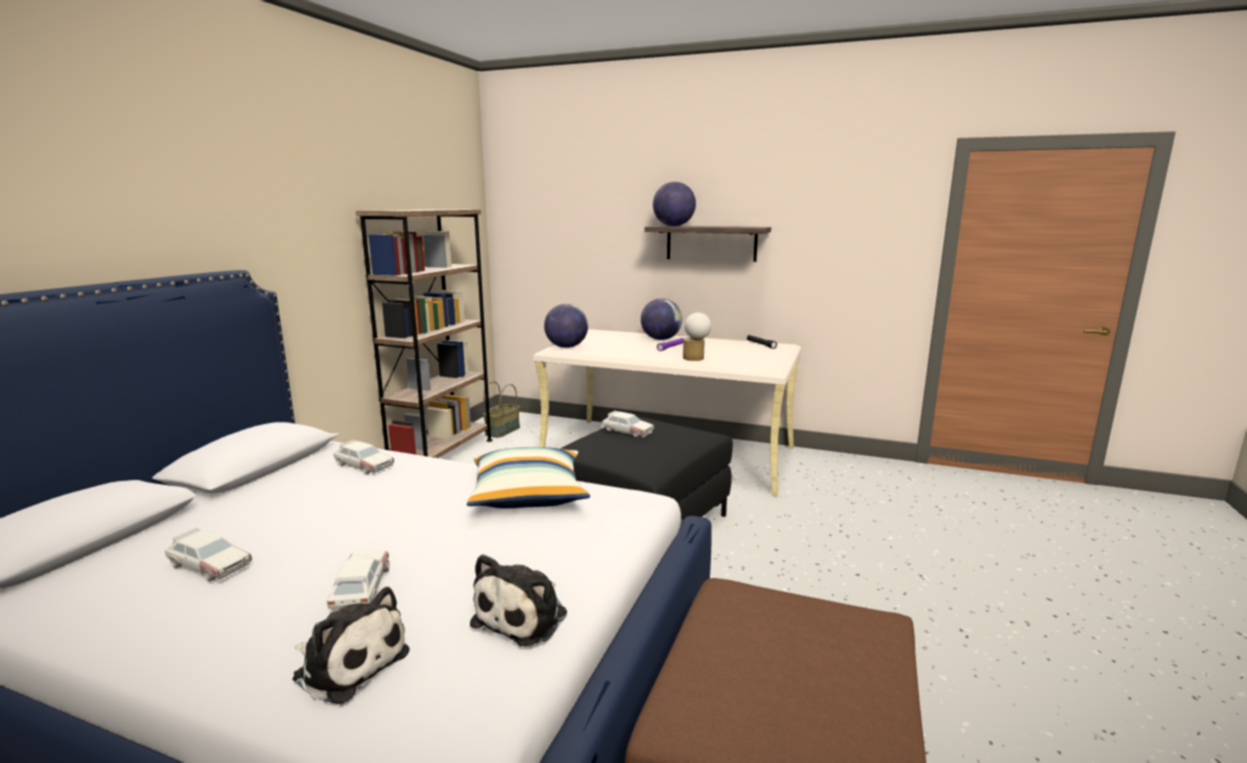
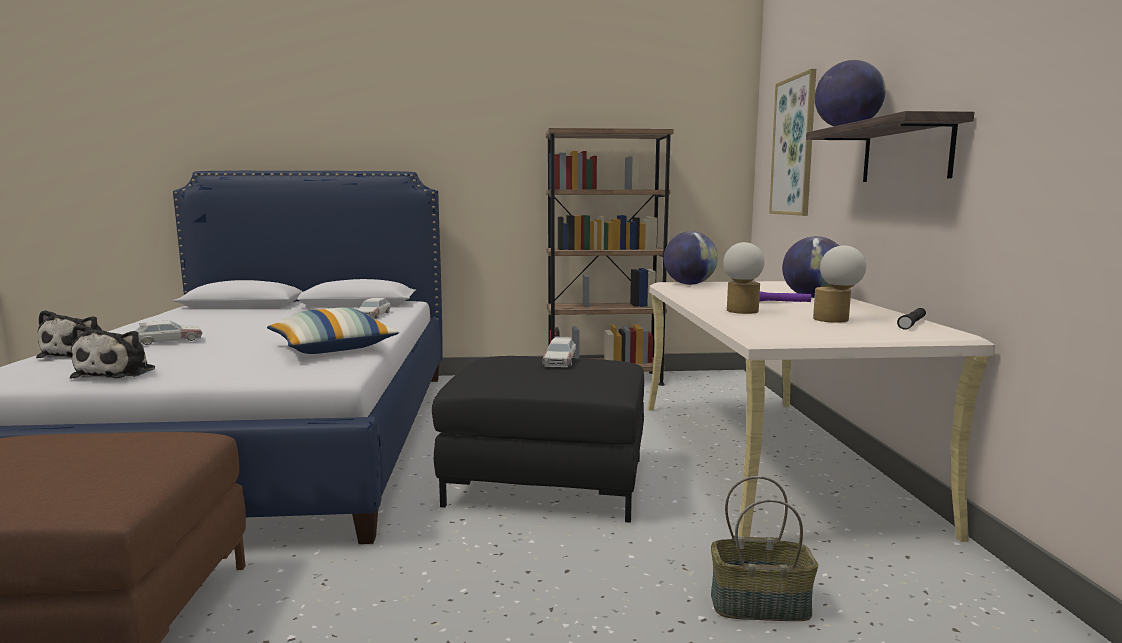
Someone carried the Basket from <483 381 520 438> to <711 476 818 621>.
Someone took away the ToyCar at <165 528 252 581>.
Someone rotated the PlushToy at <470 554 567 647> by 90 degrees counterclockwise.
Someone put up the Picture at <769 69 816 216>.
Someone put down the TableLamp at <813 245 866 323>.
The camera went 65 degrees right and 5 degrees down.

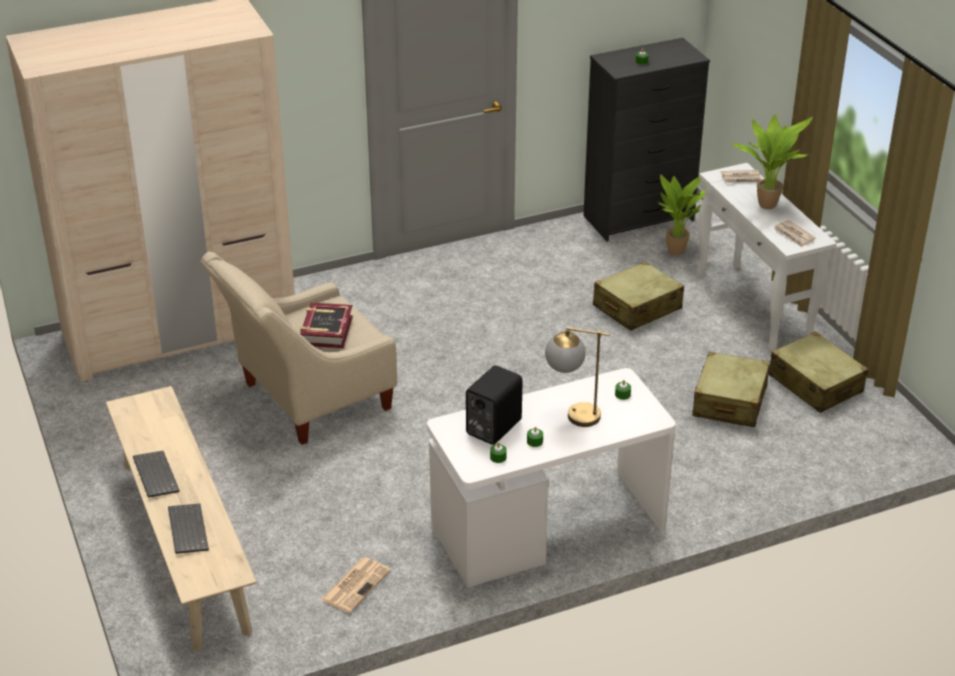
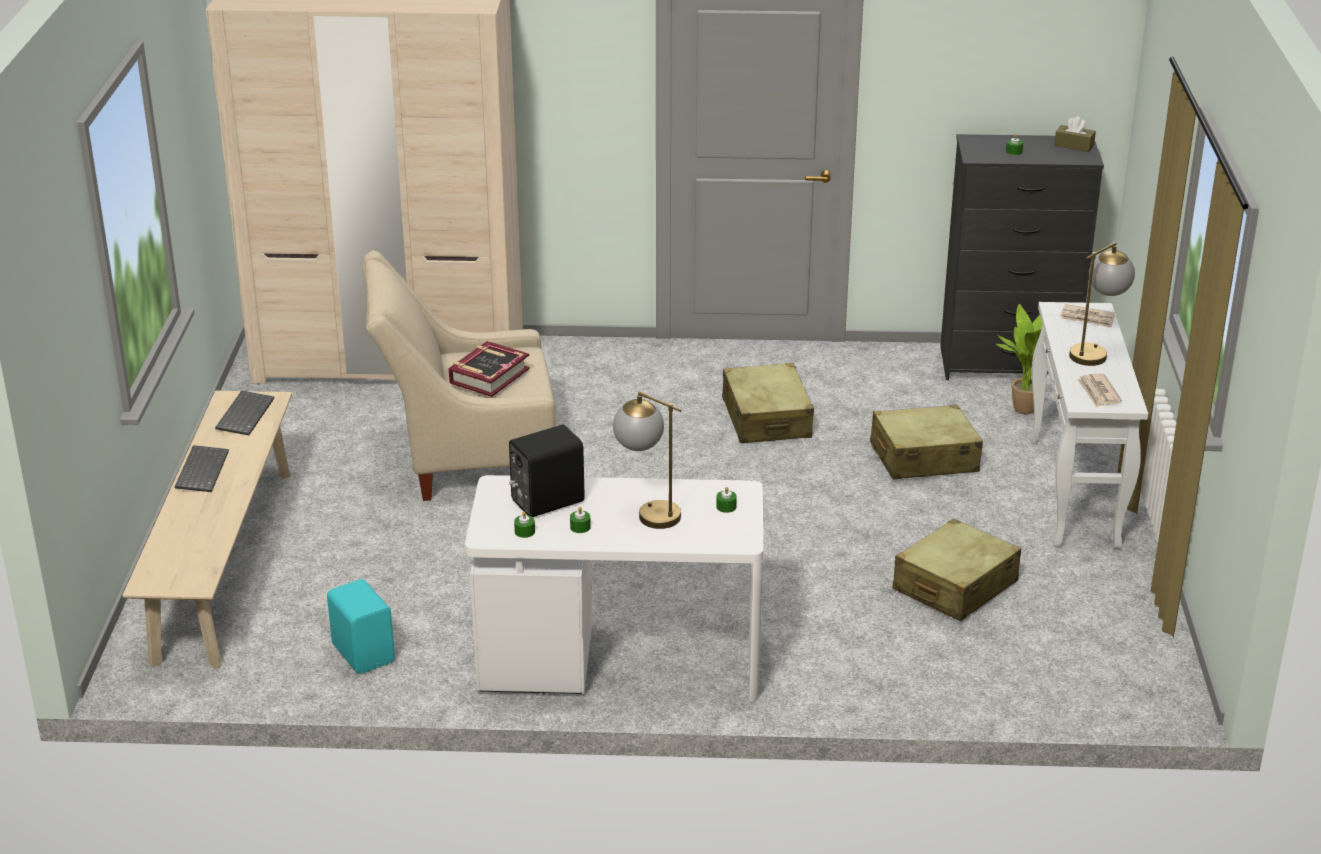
Someone swapped the PottedPlant at <731 114 813 209> for the TableLamp at <1069 242 1135 366>.
Someone carried the BeigeSuitcase from <769 332 868 413> to <722 363 814 443>.
Someone carried the Keyboard from <168 503 209 554> to <215 390 274 435>.
Someone swapped the Newspaper at <321 557 391 613> for the TurquoiseSpeaker at <327 579 395 674>.
Someone put down the BrownTissueBox at <1054 116 1096 152>.
The camera went 25 degrees right and 5 degrees down.

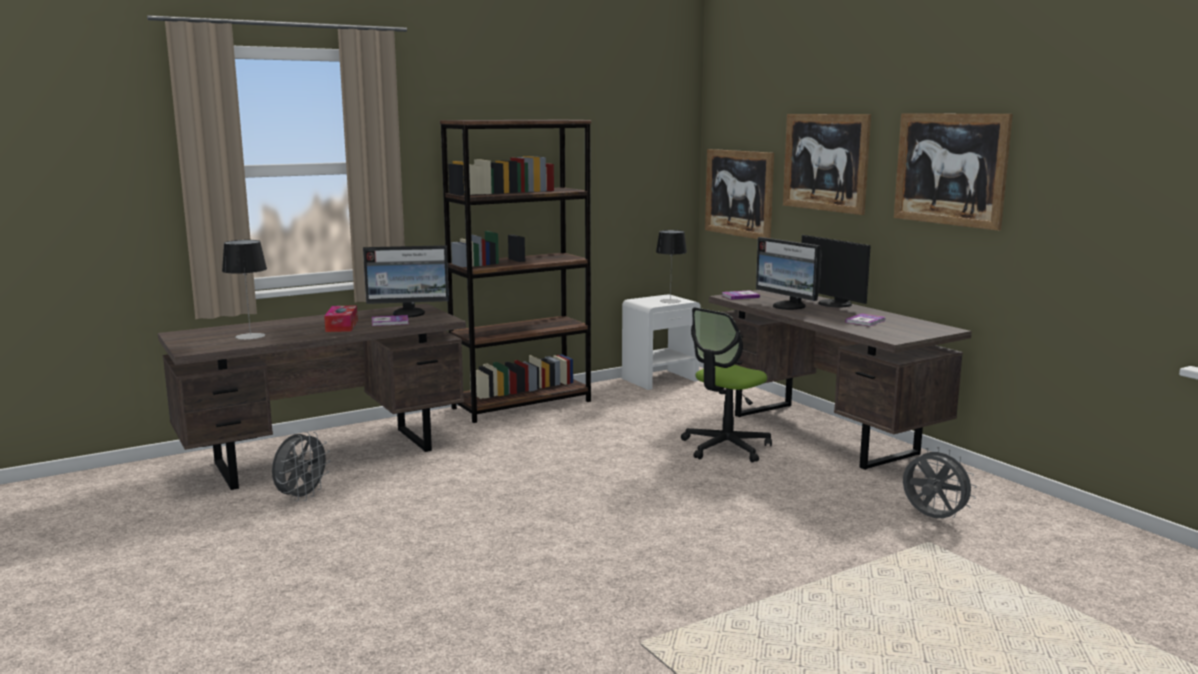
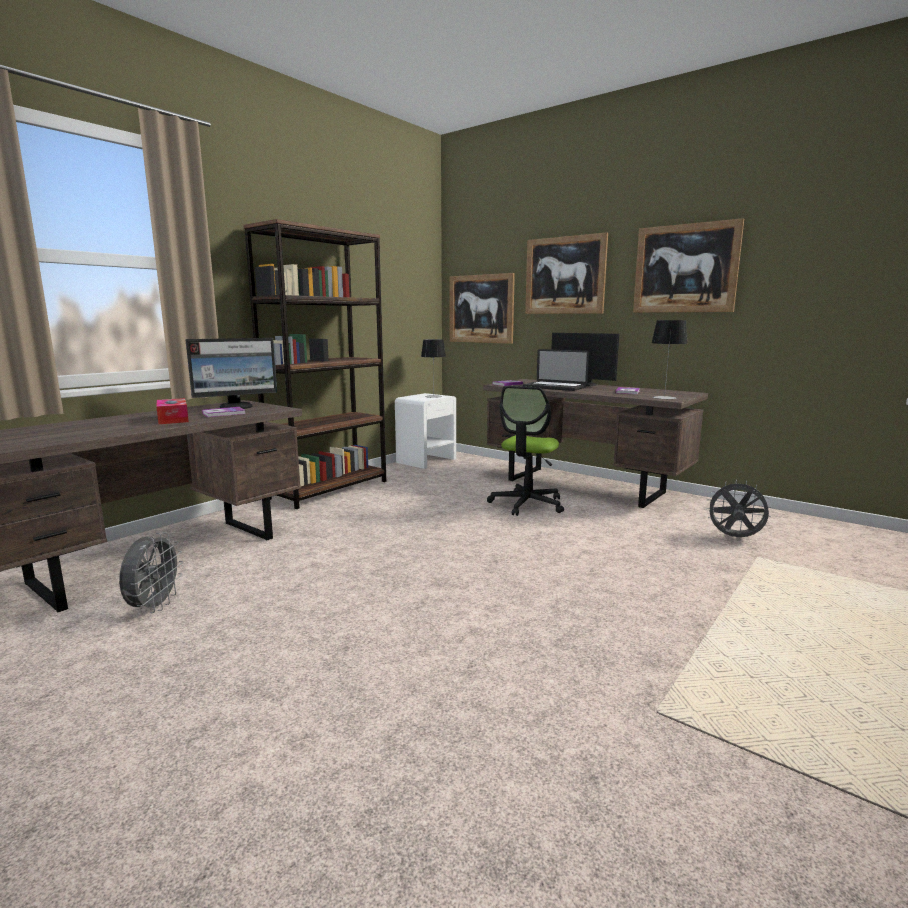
Someone swapped the Monitor at <756 237 822 310> for the Laptop at <523 349 589 391>.
Someone carried the TableLamp from <222 240 267 340> to <652 320 688 400>.
The camera went 20 degrees left and 0 degrees up.

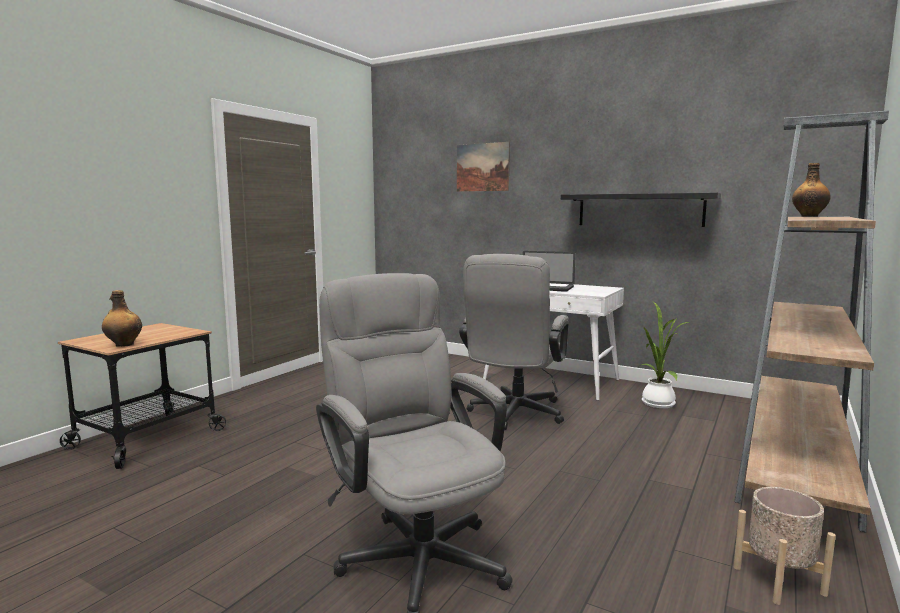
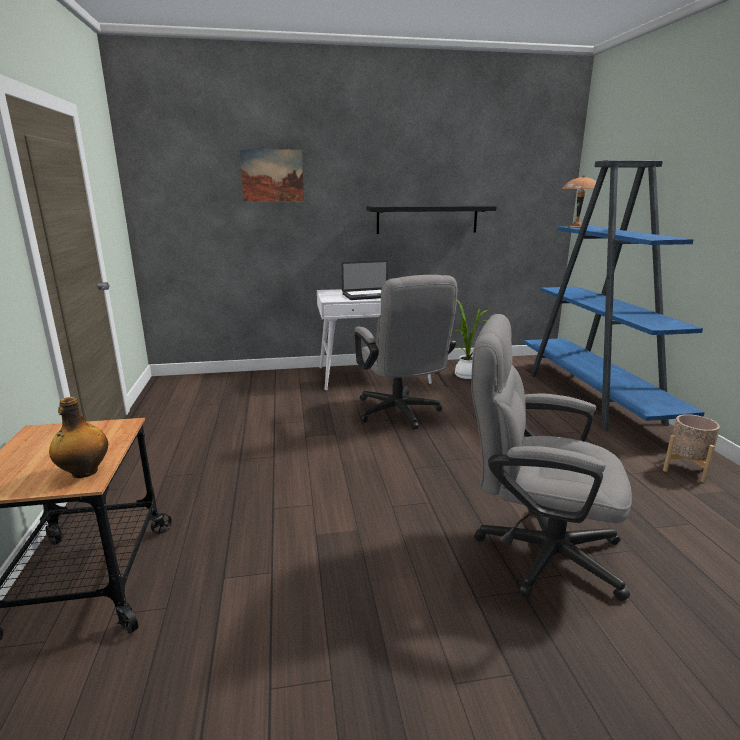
Someone repainted the BrownBookcase at <734 111 889 532>, which became the BlueBookcase at <524 160 705 431>.
Someone swapped the Bottle at <792 163 831 217> for the BrownTableLamp at <562 175 602 228>.
The camera went 40 degrees left and 10 degrees up.

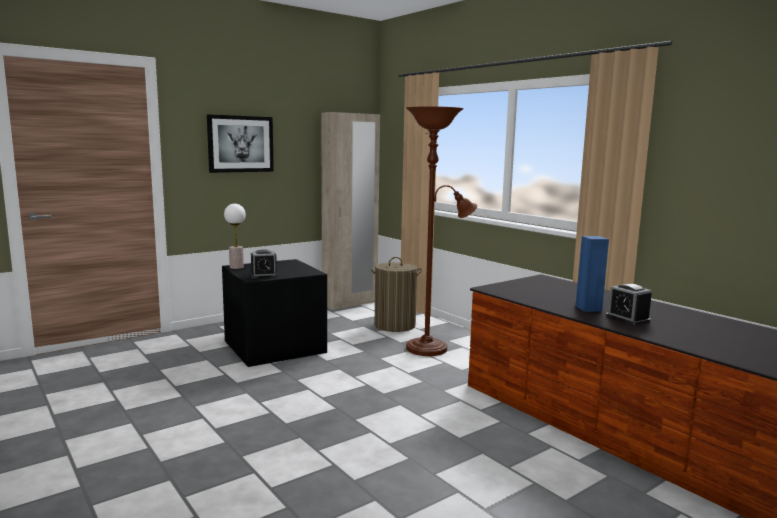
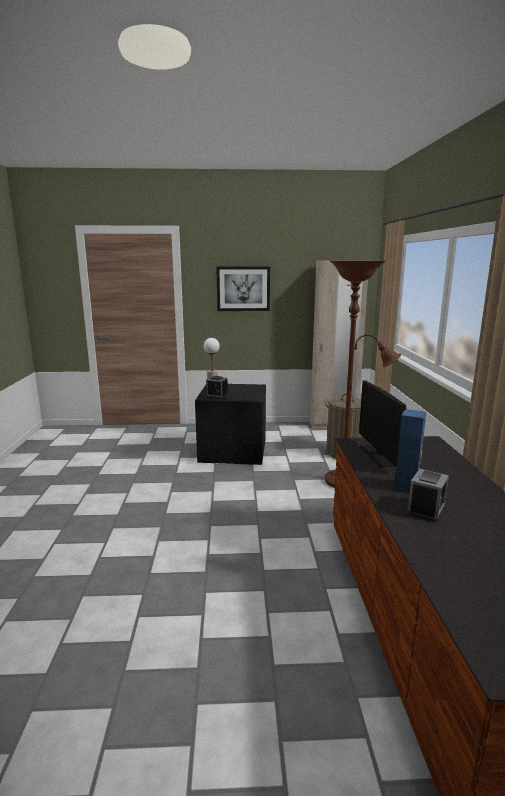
Someone rotated the AlarmClock at <606 284 652 325> by 150 degrees counterclockwise.
Someone put down the Monitor at <359 381 406 467>.
The camera went 35 degrees right and 5 degrees up.

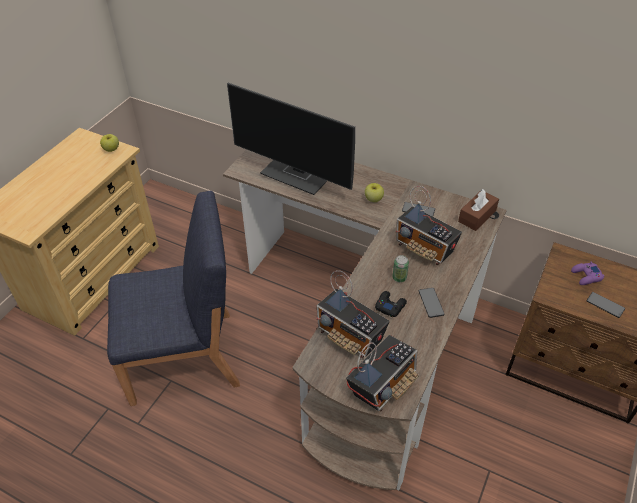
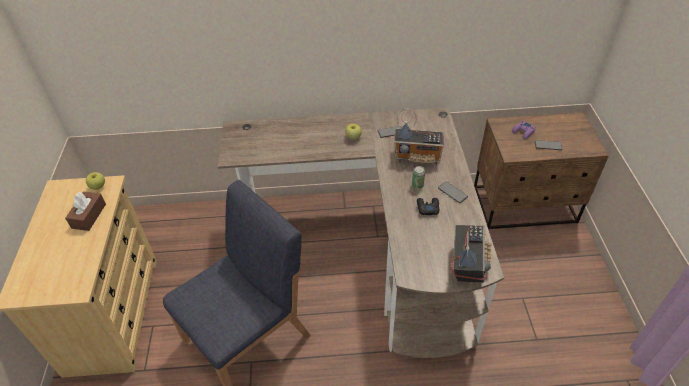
Someone took away the Monitor at <227 83 355 195>.
Someone carried the BrownTissueBox from <458 189 499 231> to <65 192 106 231>.
Someone took away the Radio at <316 270 390 358>.
The camera went 30 degrees left and 0 degrees up.

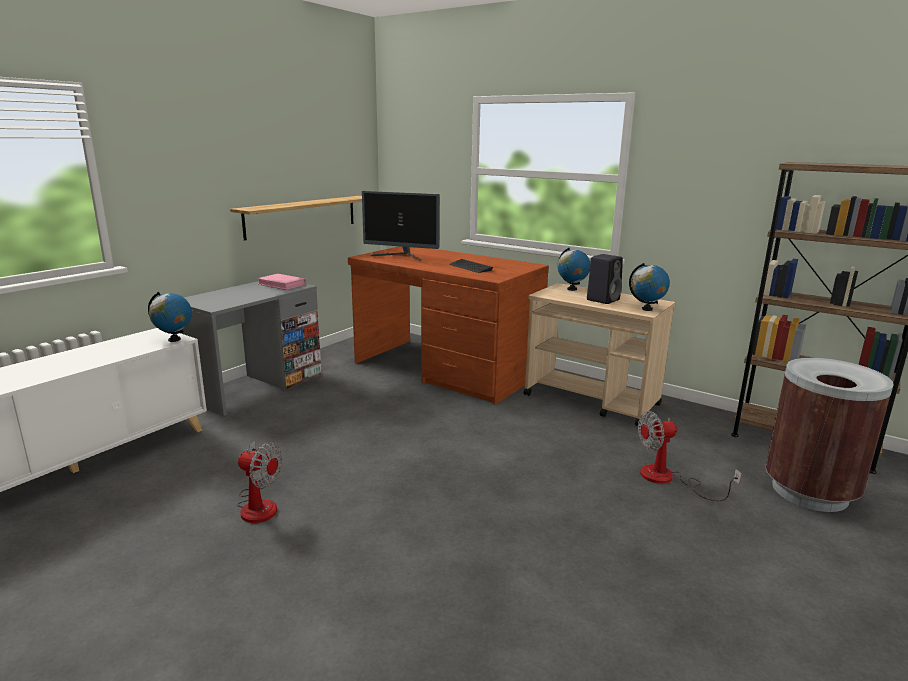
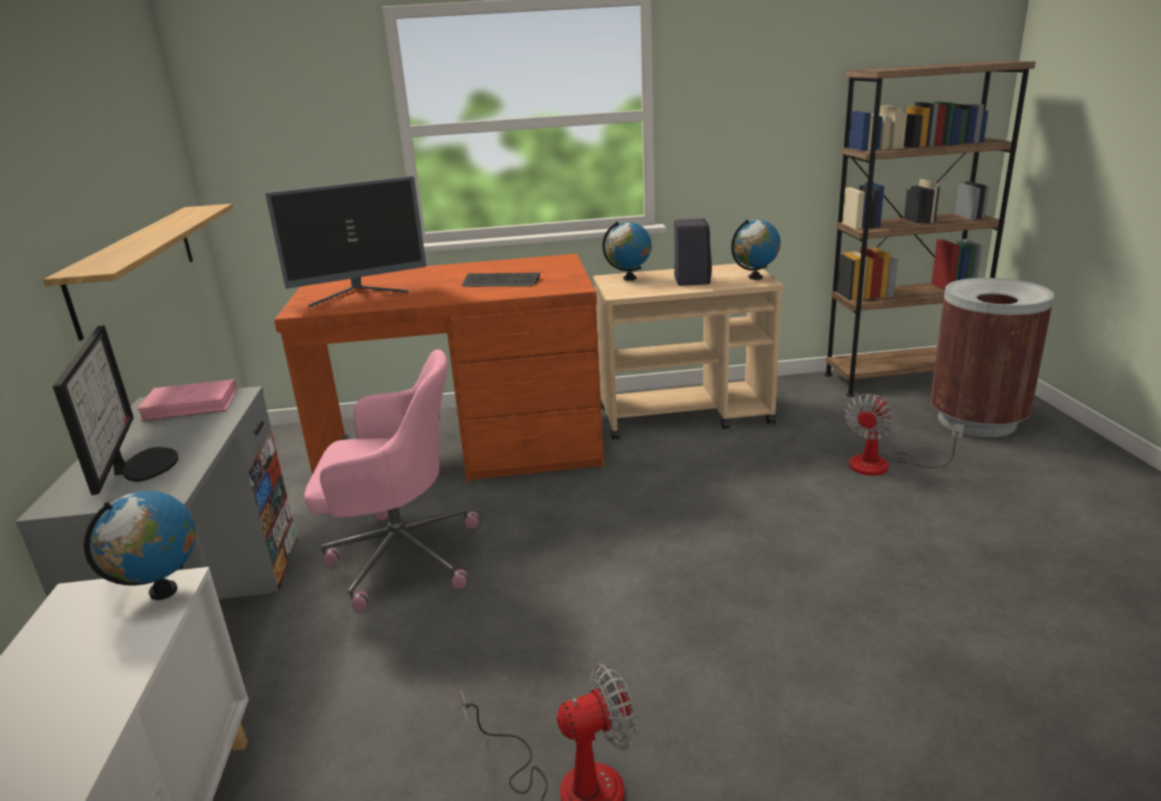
Someone put down the Monitor at <53 325 179 495>.
Someone put down the PinkOfficeChair at <304 349 479 611>.
The camera went 40 degrees left and 5 degrees up.

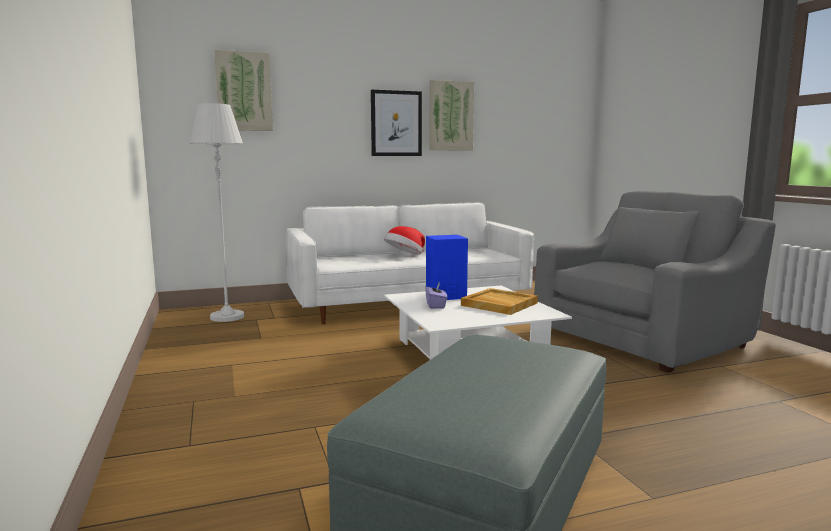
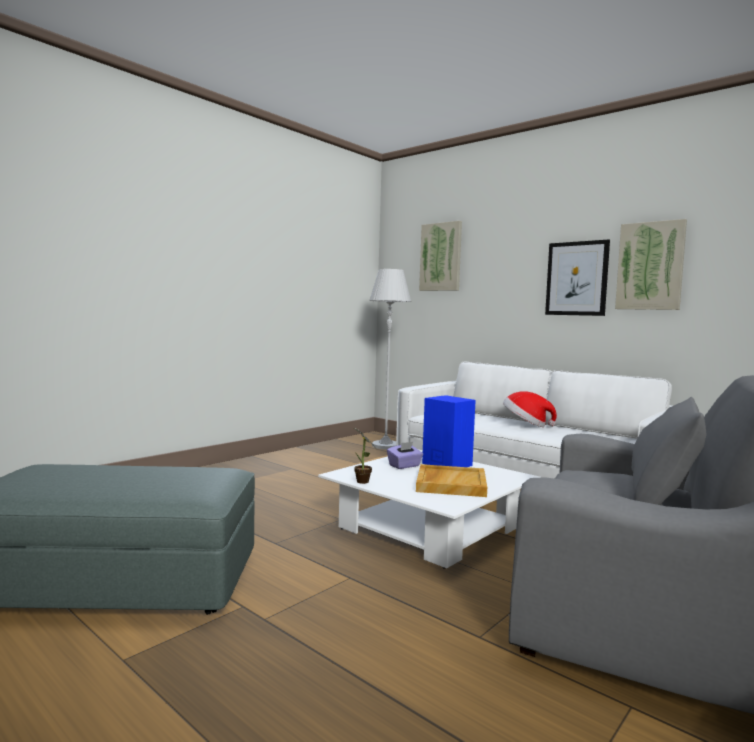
Someone put down the PottedPlant at <354 428 377 484>.
The camera went 60 degrees right and 5 degrees down.

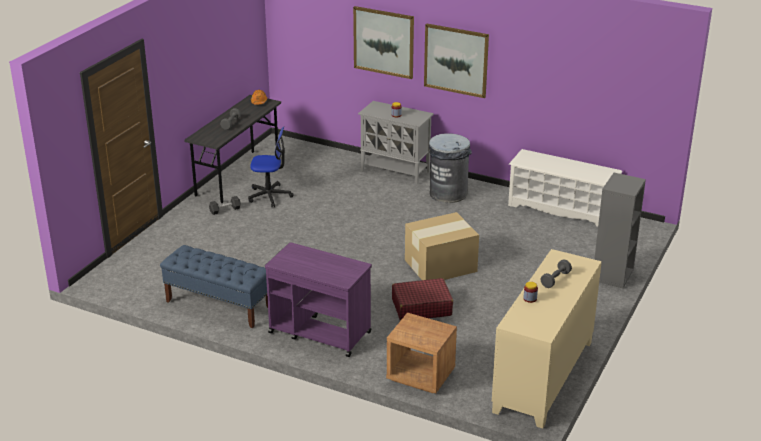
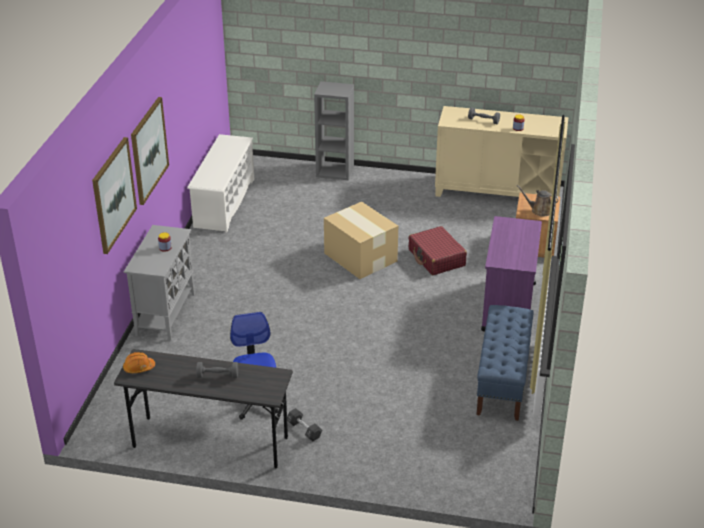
Someone took away the GreyTrashCan at <429 133 472 203>.
Someone put down the BrownWateringCan at <516 185 559 217>.
The camera went 105 degrees left and 5 degrees up.

